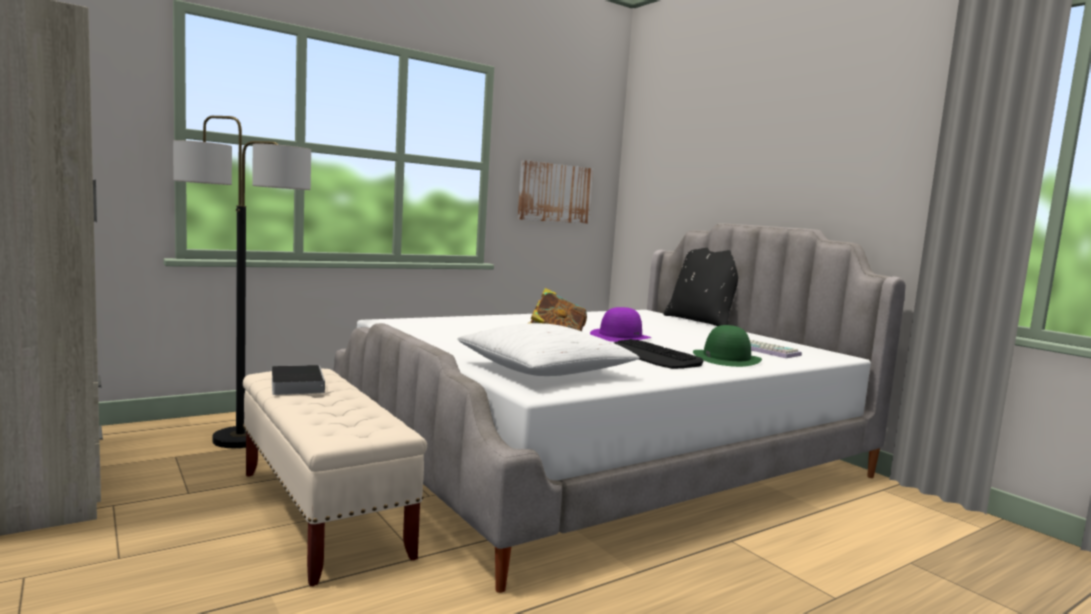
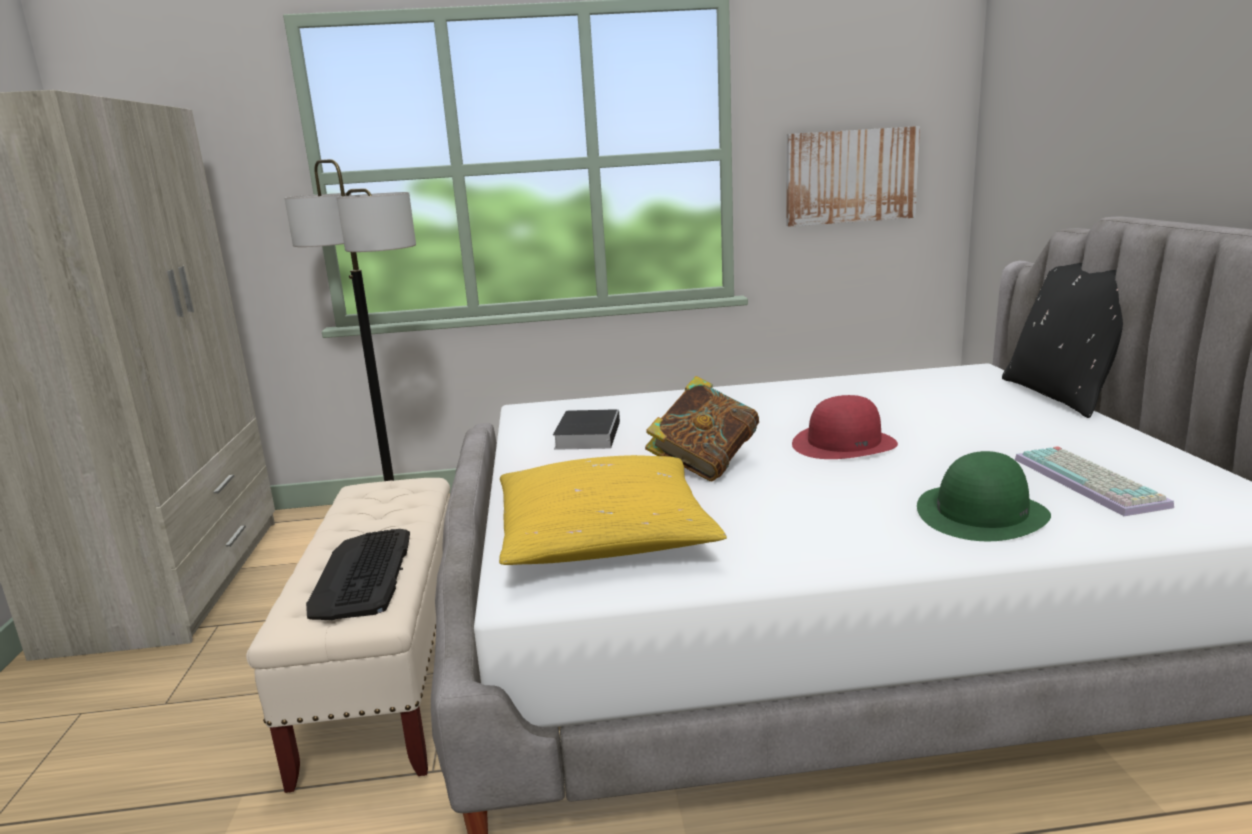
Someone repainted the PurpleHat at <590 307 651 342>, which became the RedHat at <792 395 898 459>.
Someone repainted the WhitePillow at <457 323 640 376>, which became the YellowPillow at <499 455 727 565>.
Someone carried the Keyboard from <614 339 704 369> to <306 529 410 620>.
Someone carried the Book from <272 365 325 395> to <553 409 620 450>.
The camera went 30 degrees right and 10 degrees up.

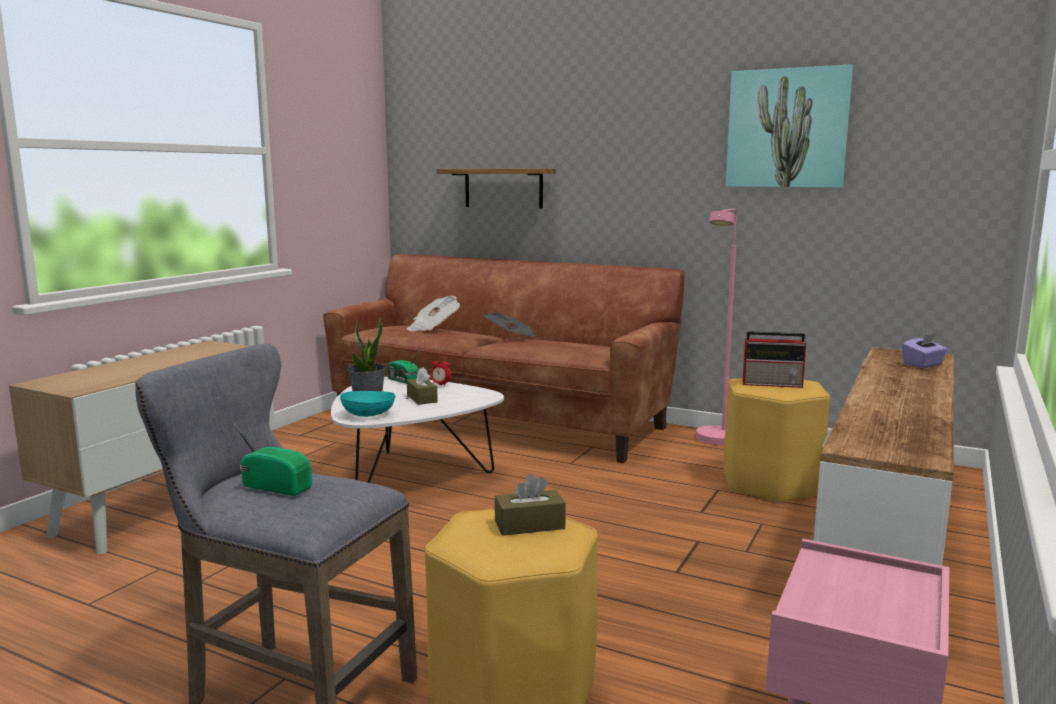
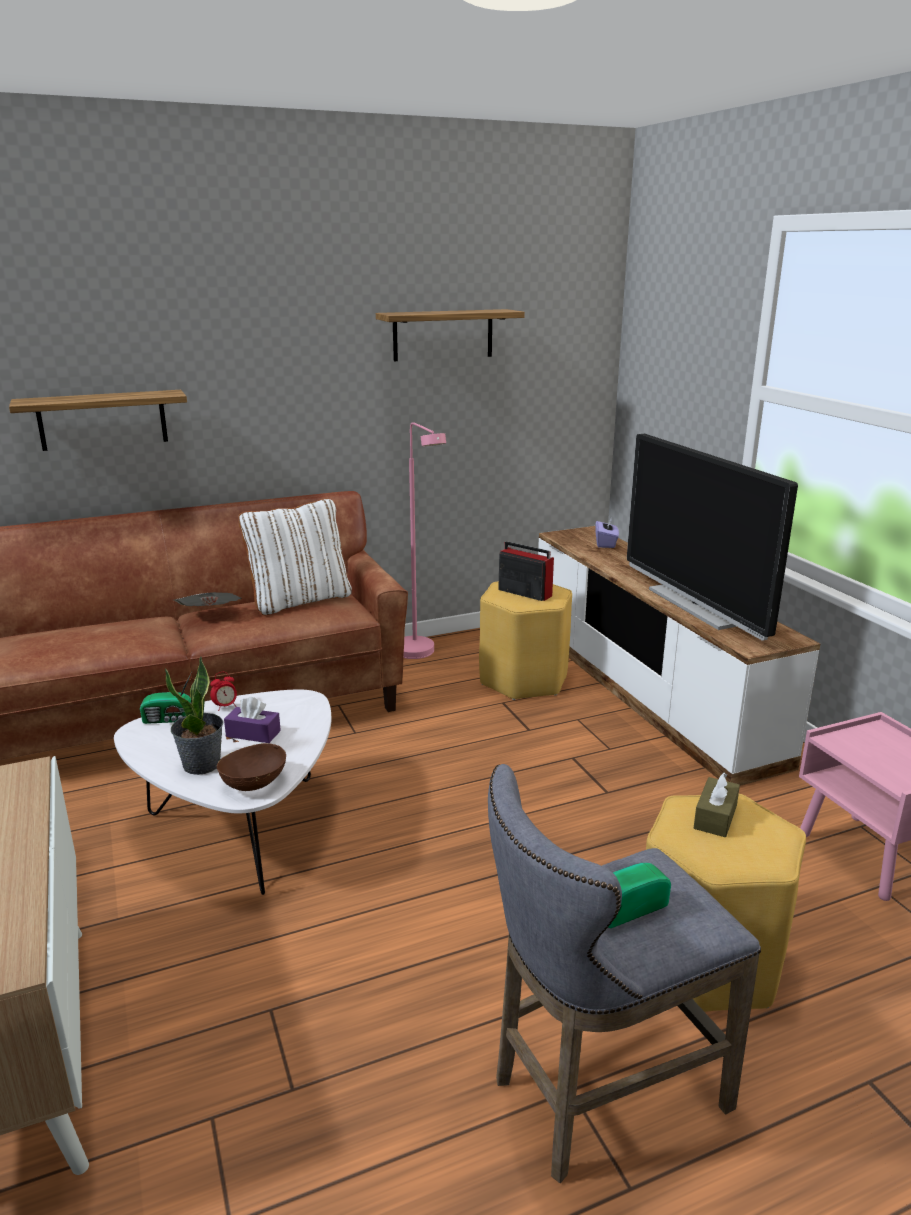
Someone swapped the Picture at <726 64 853 187> for the Shelf at <376 309 525 361>.
Someone took away the Newspaper at <407 296 460 331>.
Someone rotated the Radio at <743 331 808 388> by 105 degrees counterclockwise.
Someone repainted the BrownTissueBox at <407 367 438 405>, which became the PurpleTissueBox at <224 697 281 743>.
Someone repainted the TurquoiseBowl at <340 391 396 417>, which became the BrownBowl at <217 743 286 791>.
Someone put down the Television at <627 434 798 640>.
Someone put down the WhitePillow at <238 498 352 615>.
The camera went 50 degrees left and 10 degrees up.

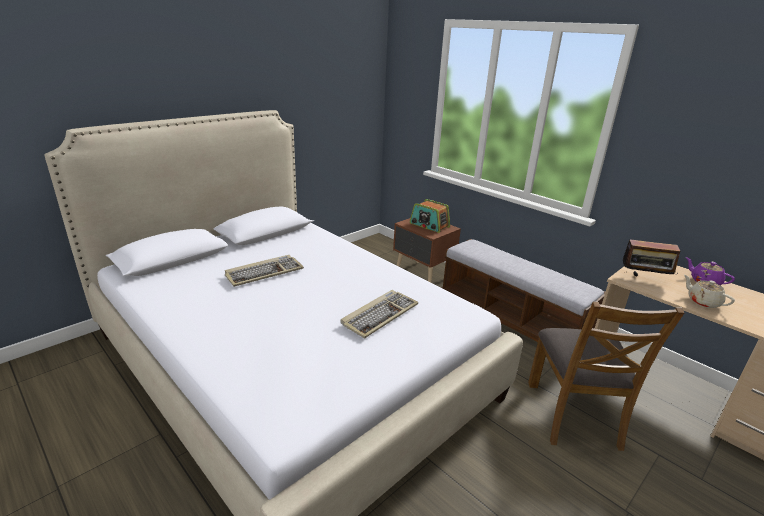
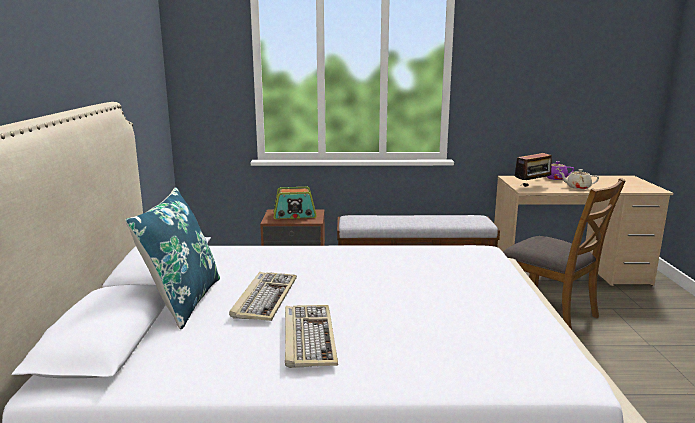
Someone carried the Keyboard from <340 290 418 338> to <285 305 338 368>.
Someone put down the BluePillow at <125 187 220 330>.
The camera went 45 degrees left and 10 degrees down.

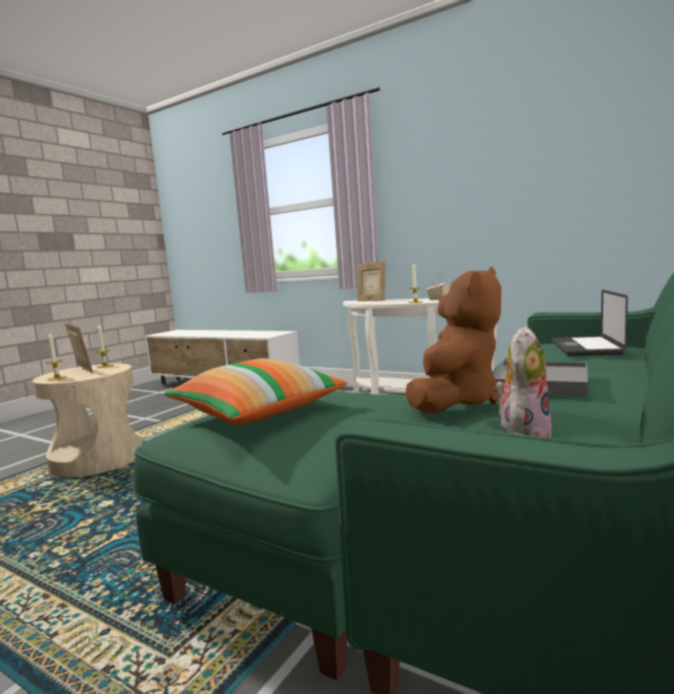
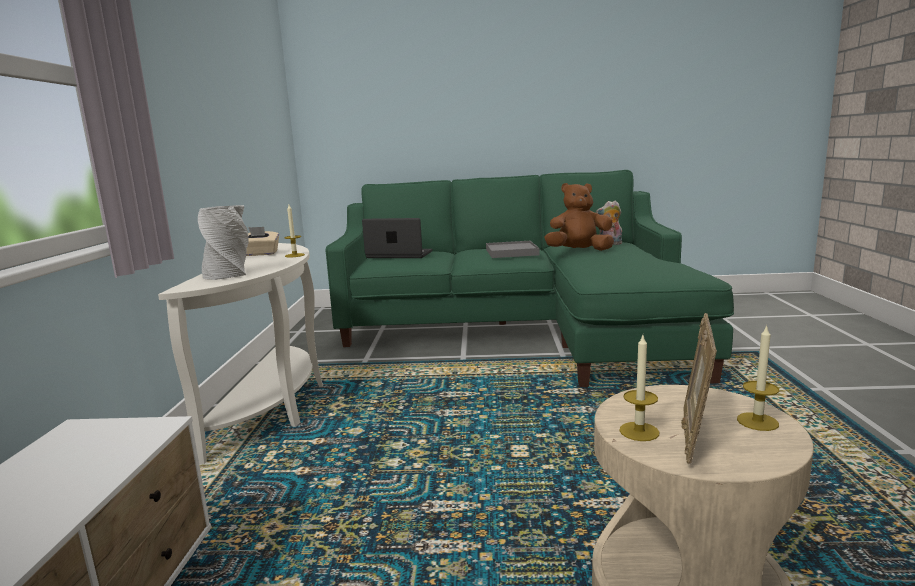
Someone swapped the PictureFrame at <357 261 386 301> for the GreyVase at <198 205 249 280>.
Someone rotated the Laptop at <552 290 628 356> by 150 degrees counterclockwise.
Someone took away the Pillow at <164 358 348 425>.
The camera went 120 degrees left and 5 degrees up.

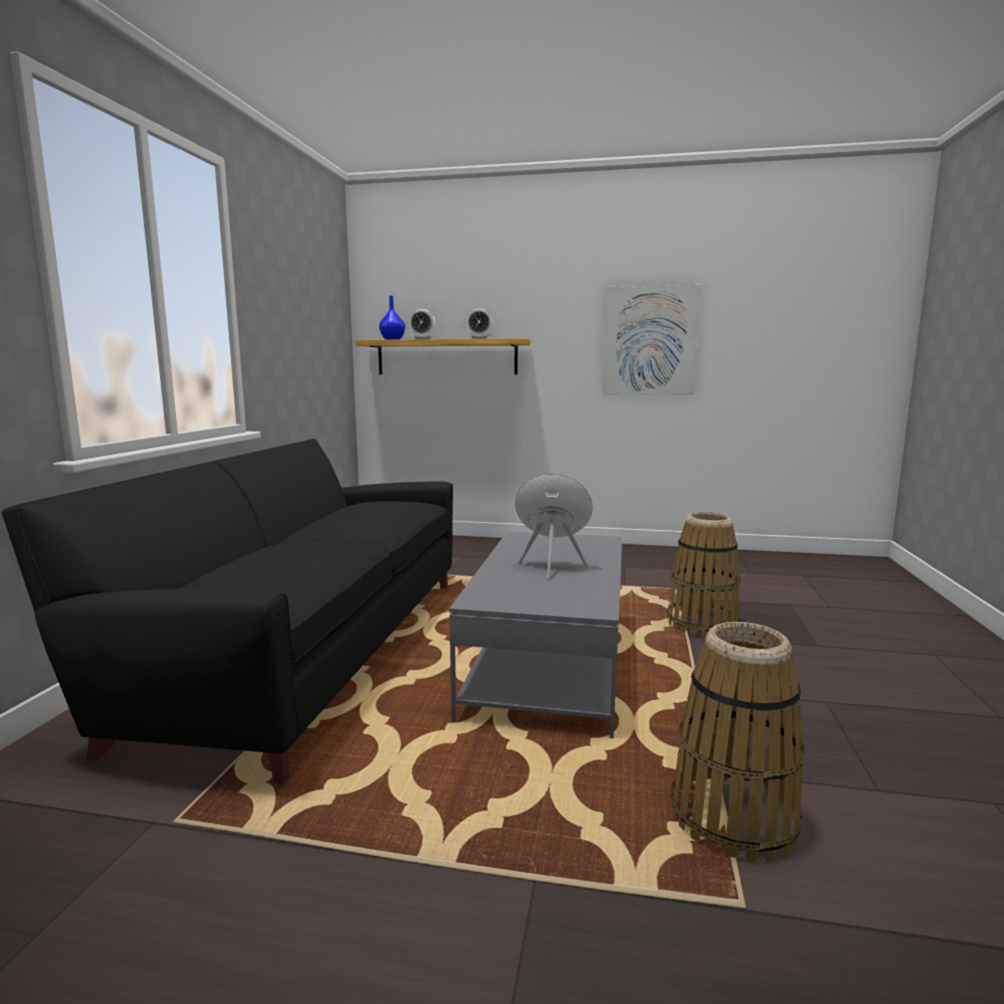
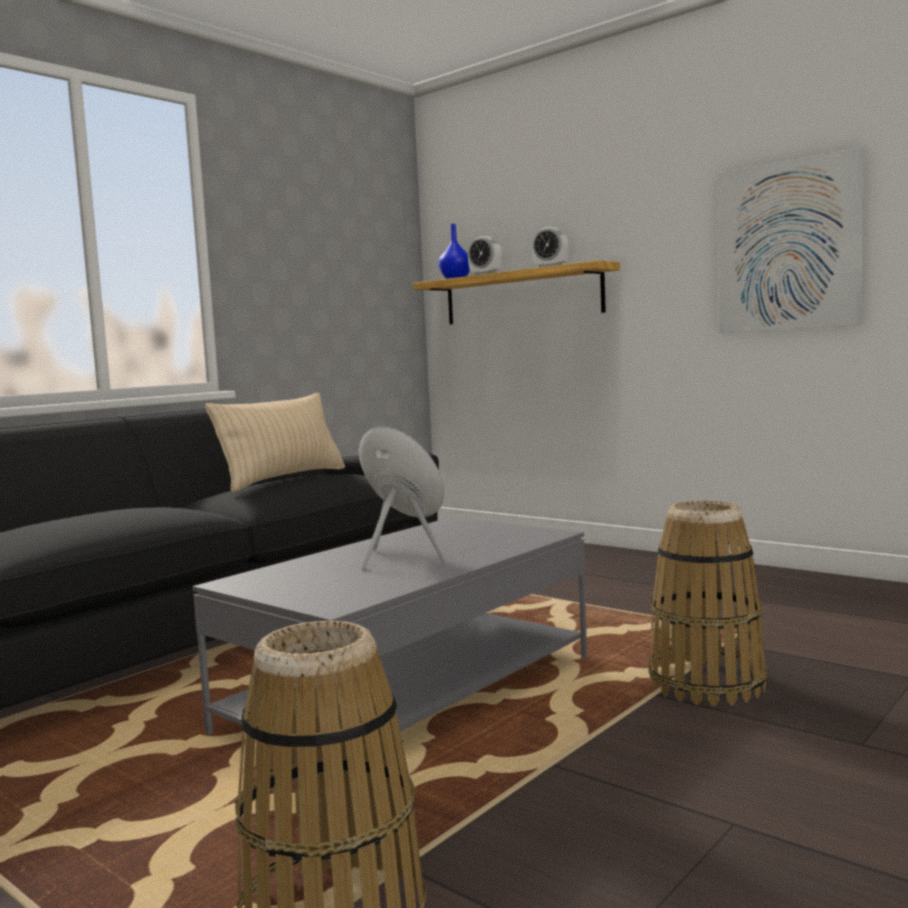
Someone put down the BeigePillow at <205 392 345 492>.
The camera went 30 degrees right and 5 degrees down.

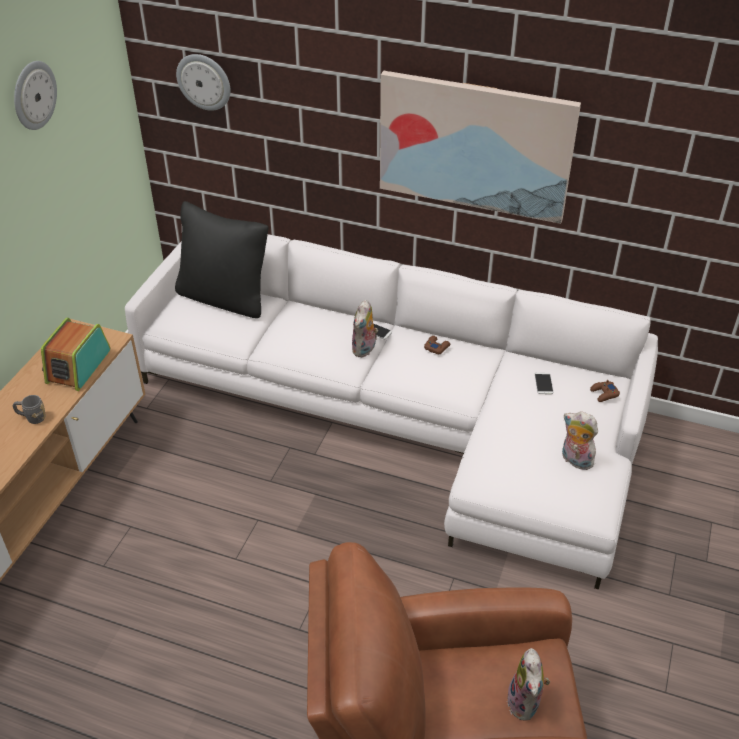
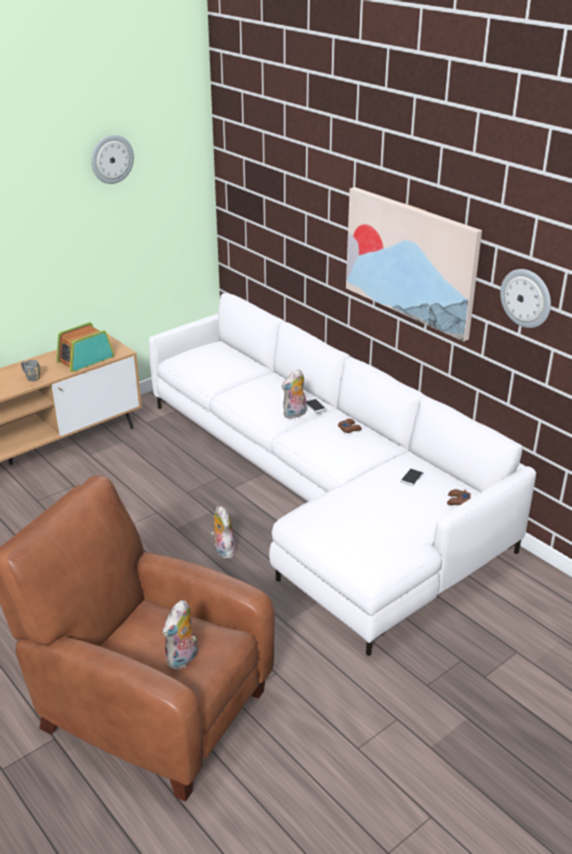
Someone carried the WallClock from <176 54 231 111> to <500 269 551 328>.
Someone took away the BlackPillow at <175 201 269 318>.
Someone carried the PlushToy from <562 411 598 470> to <211 506 236 559>.
The camera went 30 degrees right and 10 degrees down.

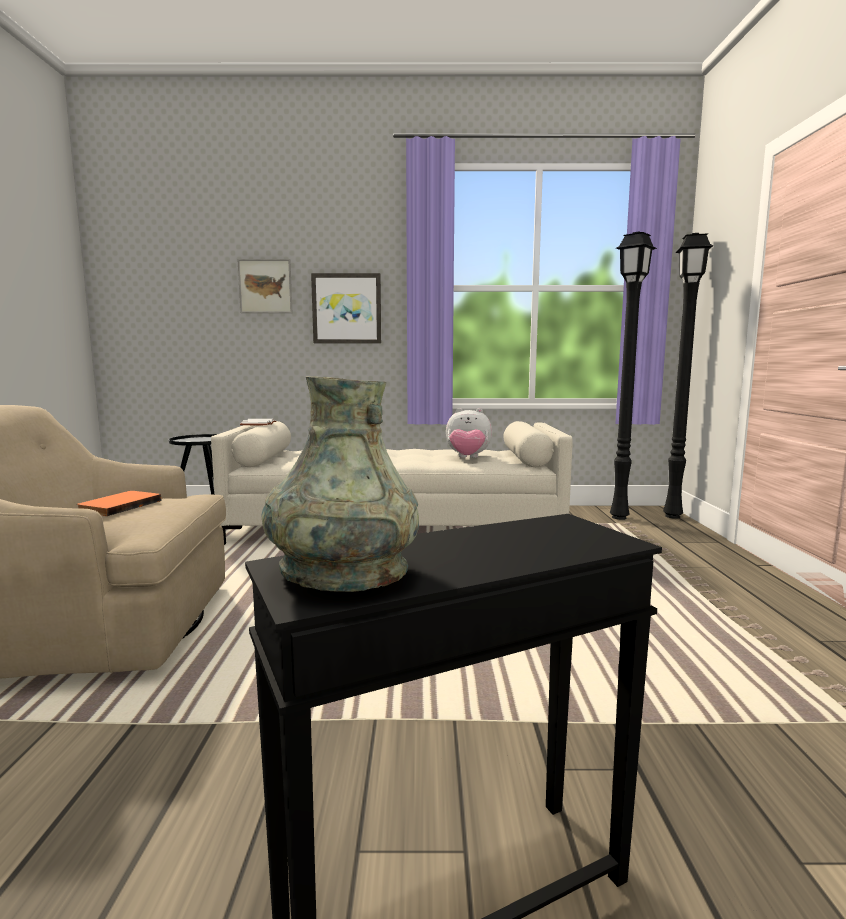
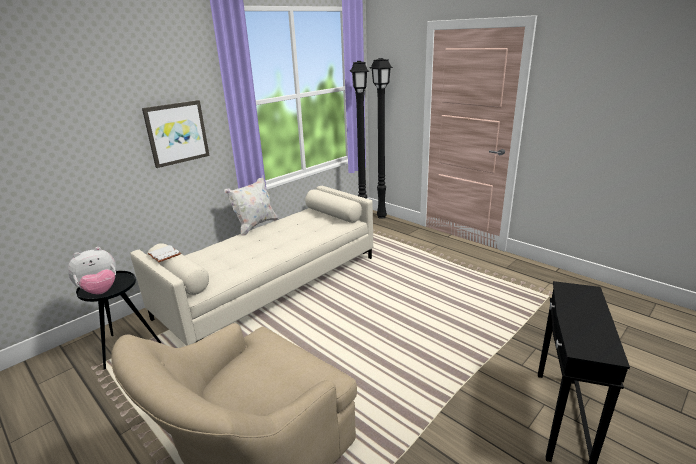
Someone took away the Picture at <237 259 292 313>.
Someone took away the GreyVase at <261 376 419 592>.
Someone carried the PlushToy from <446 408 492 458> to <68 247 116 294>.
Someone took away the OrangeBook at <77 491 161 516>.
Someone put down the WhitePillow at <224 175 279 236>.
The camera went 45 degrees left and 15 degrees up.

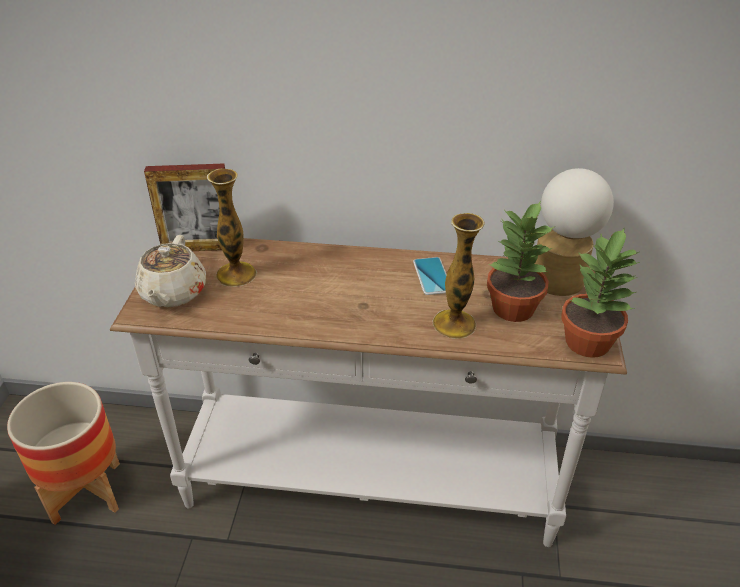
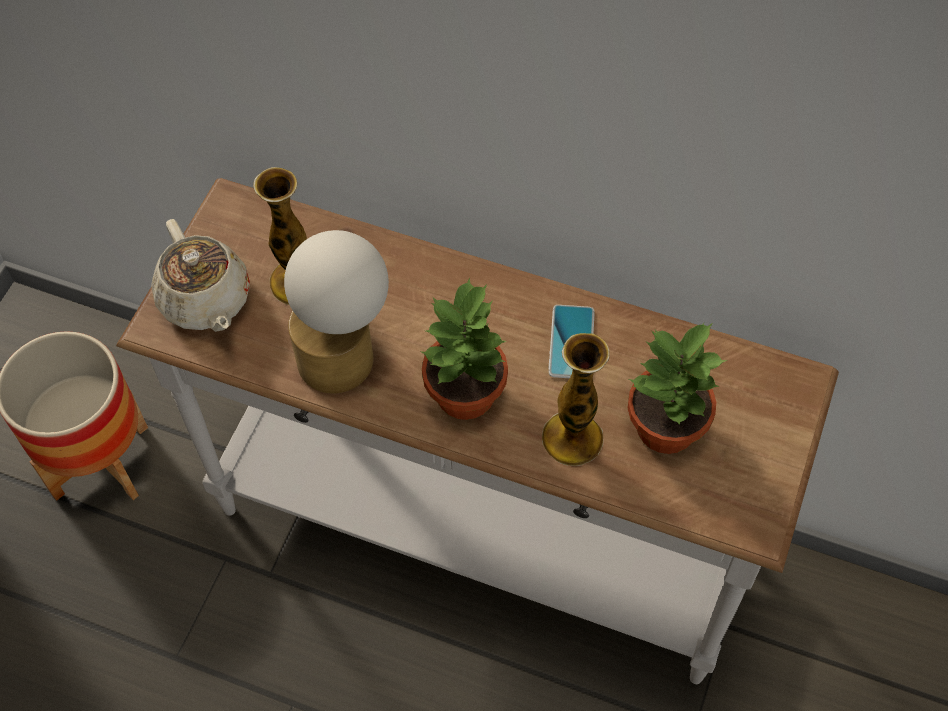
Someone took away the PictureFrame at <144 164 225 251>.
Someone carried the TableLamp from <535 168 614 296> to <284 230 389 393>.
Someone carried the PottedPlant from <561 227 640 358> to <420 277 508 420>.
Someone rotated the BeigeTeapot at <135 235 206 307> by 45 degrees counterclockwise.
The camera went 15 degrees right and 20 degrees up.

